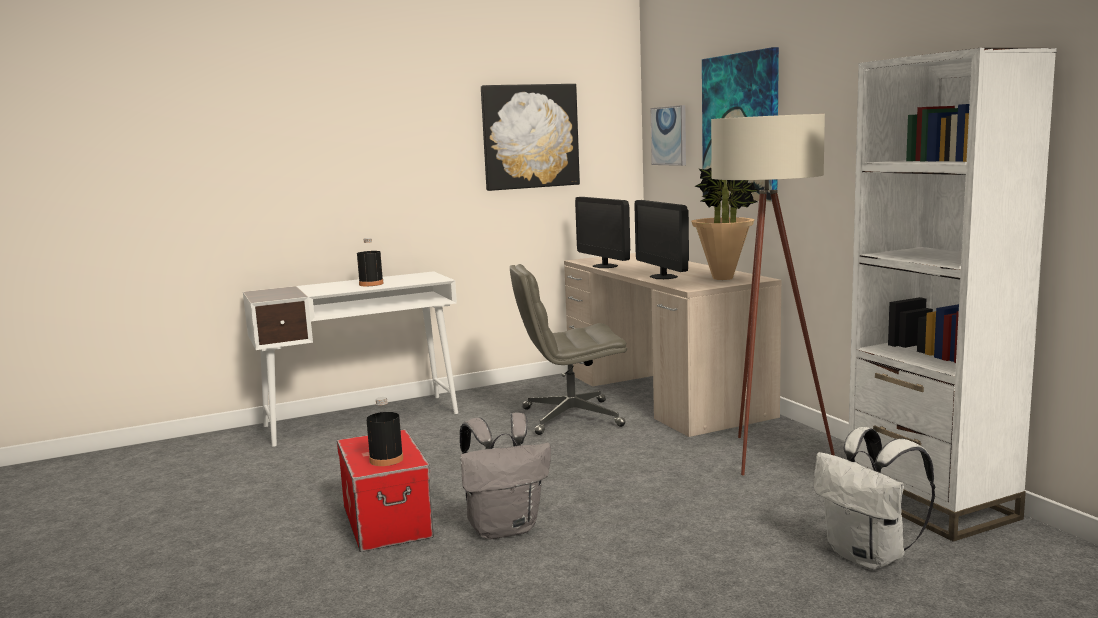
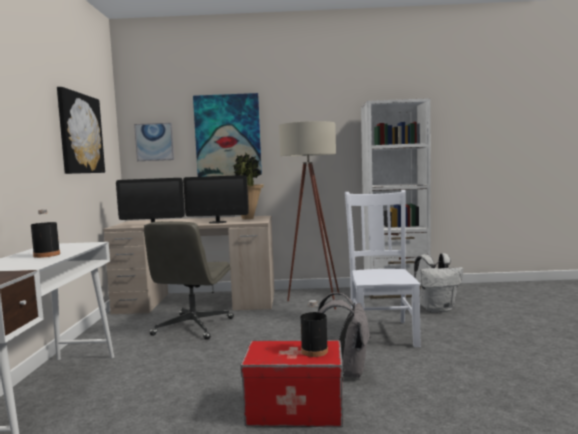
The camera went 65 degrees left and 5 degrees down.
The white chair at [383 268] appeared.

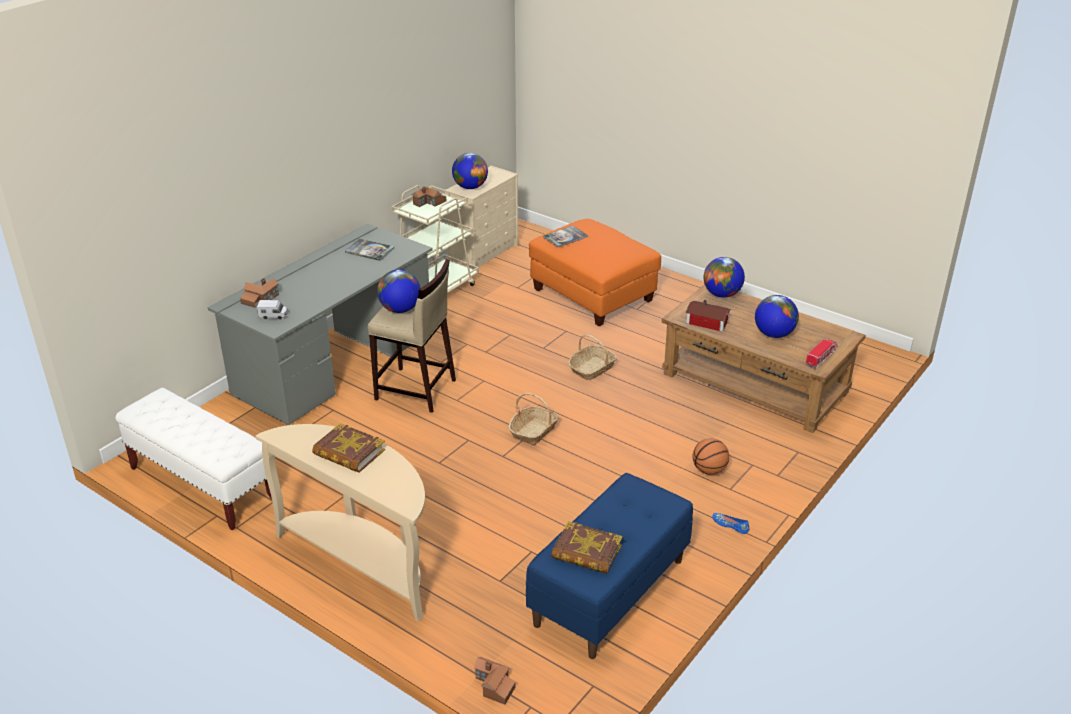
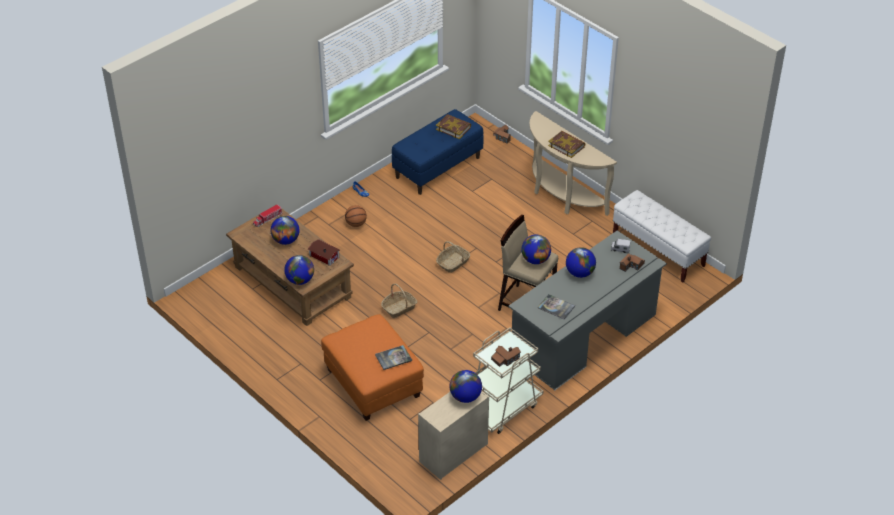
The camera went 170 degrees left and 10 degrees up.
The globe at [581 262] appeared.

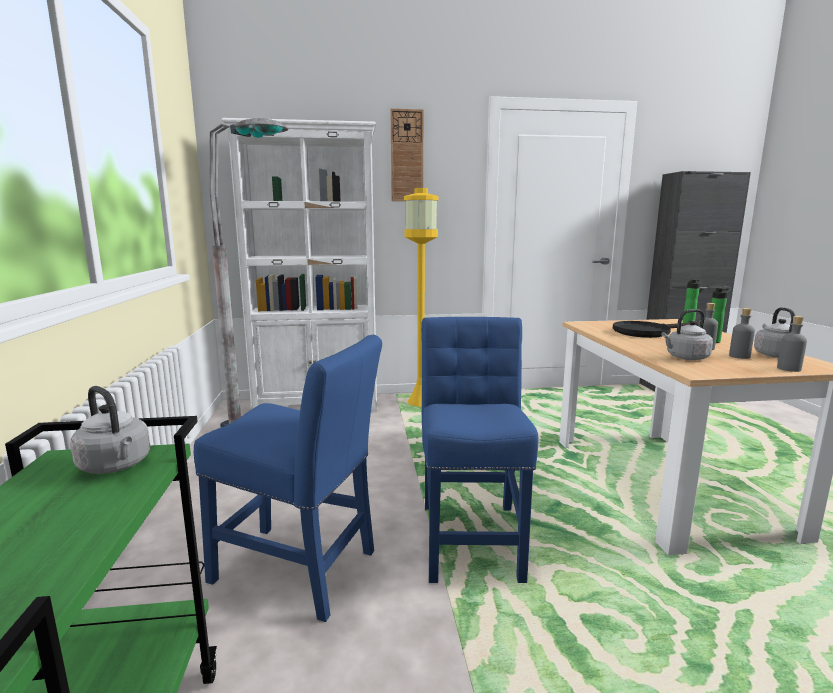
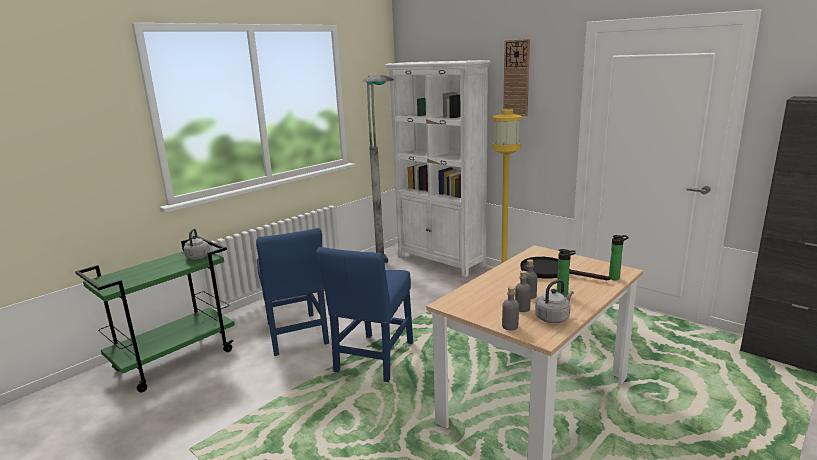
The camera went 50 degrees right and 5 degrees up.
The blue chair at [480 450] turned 150 degrees clockwise.
The grey kettle at [687 334] disappeared.

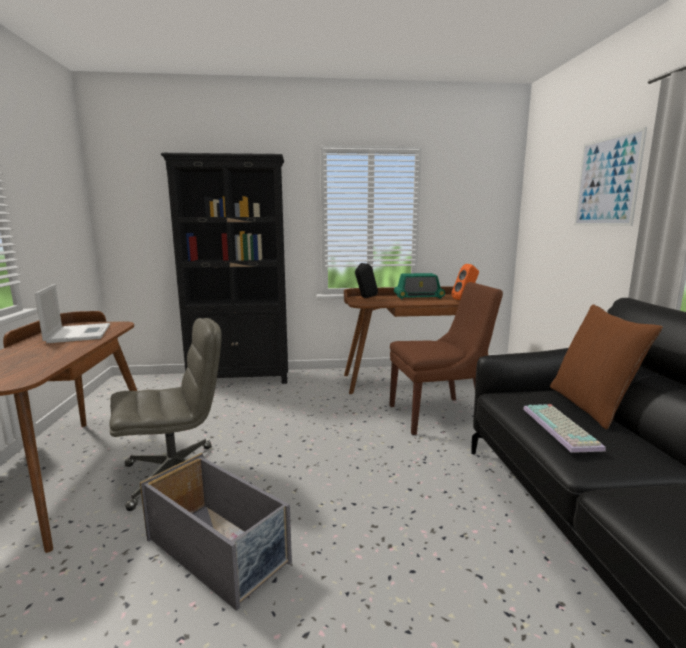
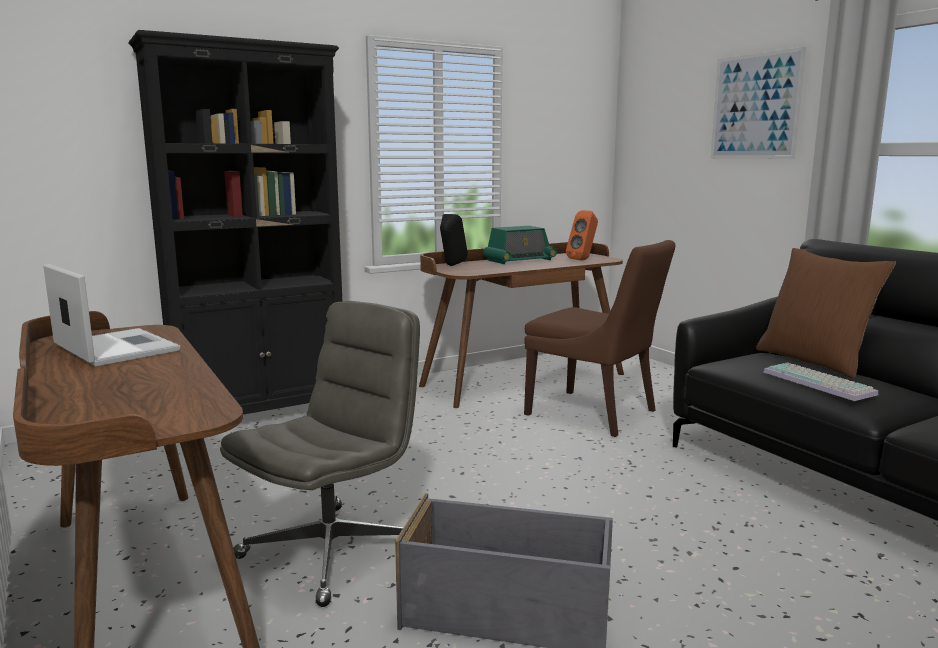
The camera went 25 degrees left and 0 degrees up.
The brown chair at [446 358] turned 75 degrees clockwise.

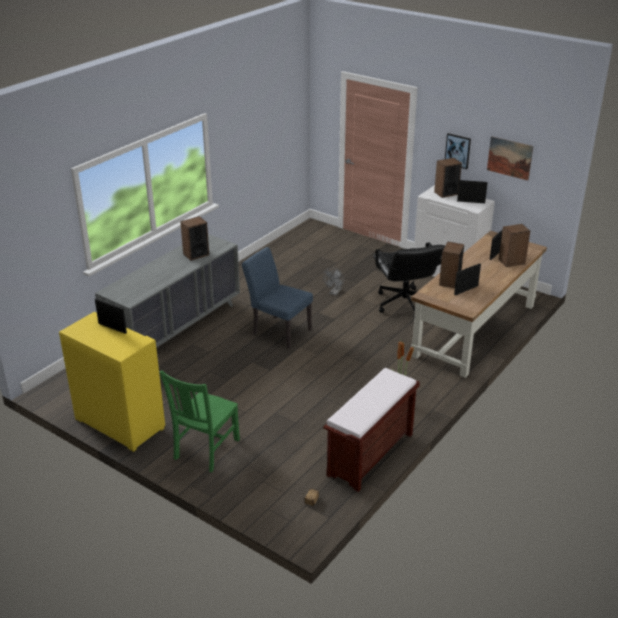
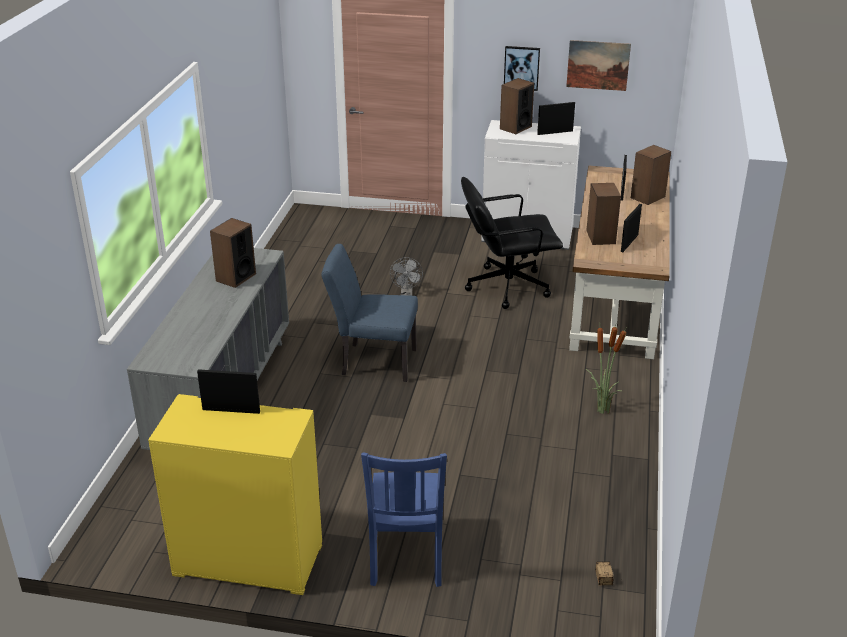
The camera went 25 degrees left and 0 degrees up.
The green chair at [199 421] became the blue chair at [404 519].
The black office chair at [409 280] turned 120 degrees clockwise.
The brown bench at [371 430] disappeared.

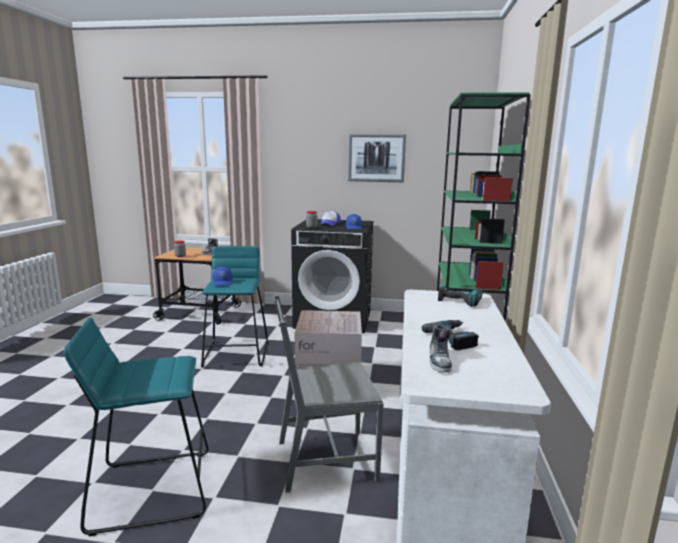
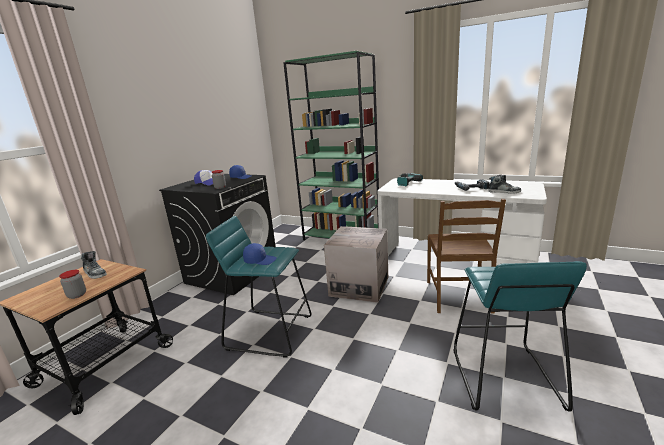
The camera went 70 degrees left and 5 degrees up.
The grey chair at [329 394] became the brown chair at [466 256].
The picture at [377 158] disappeared.

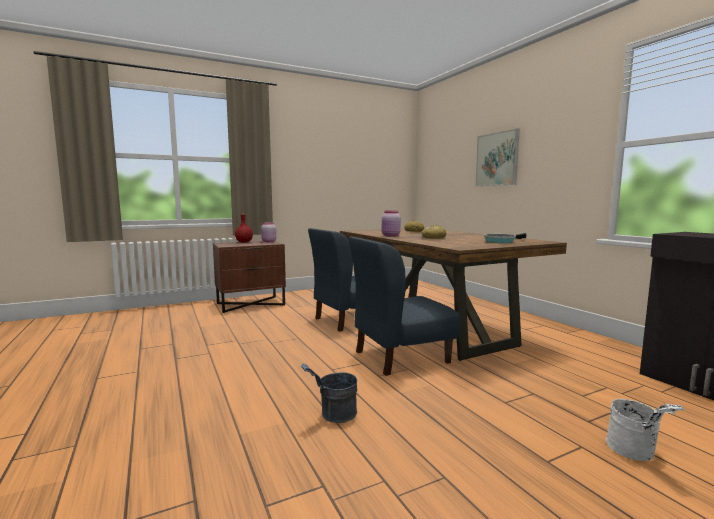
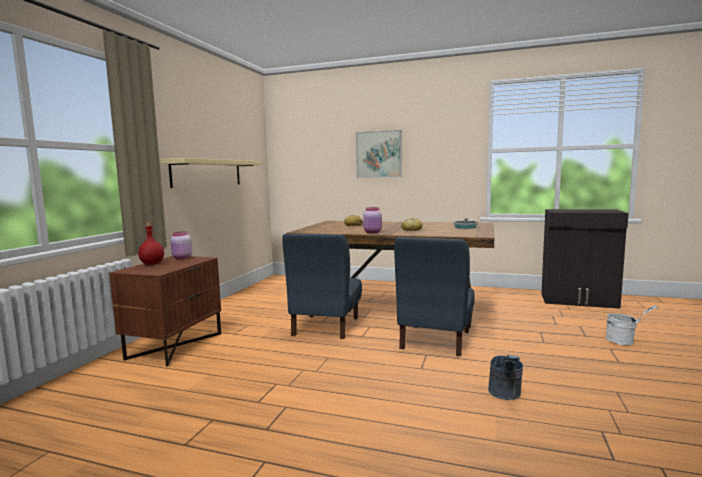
The camera went 45 degrees left and 0 degrees up.
The beige shelf at [211 173] appeared.

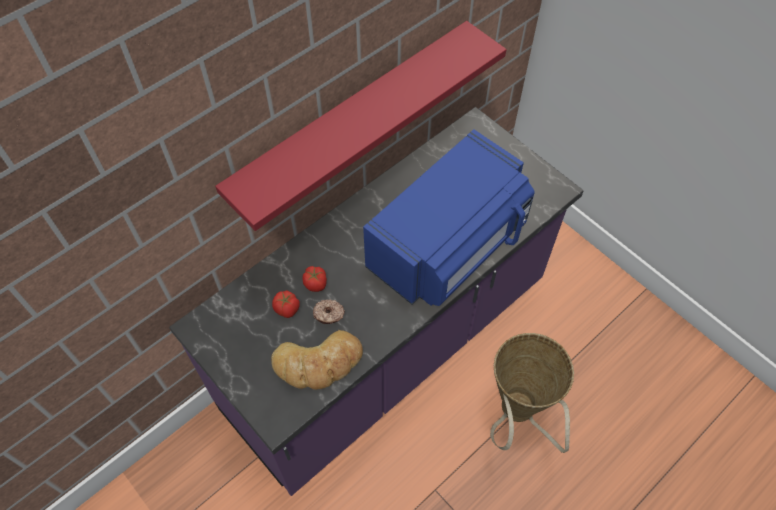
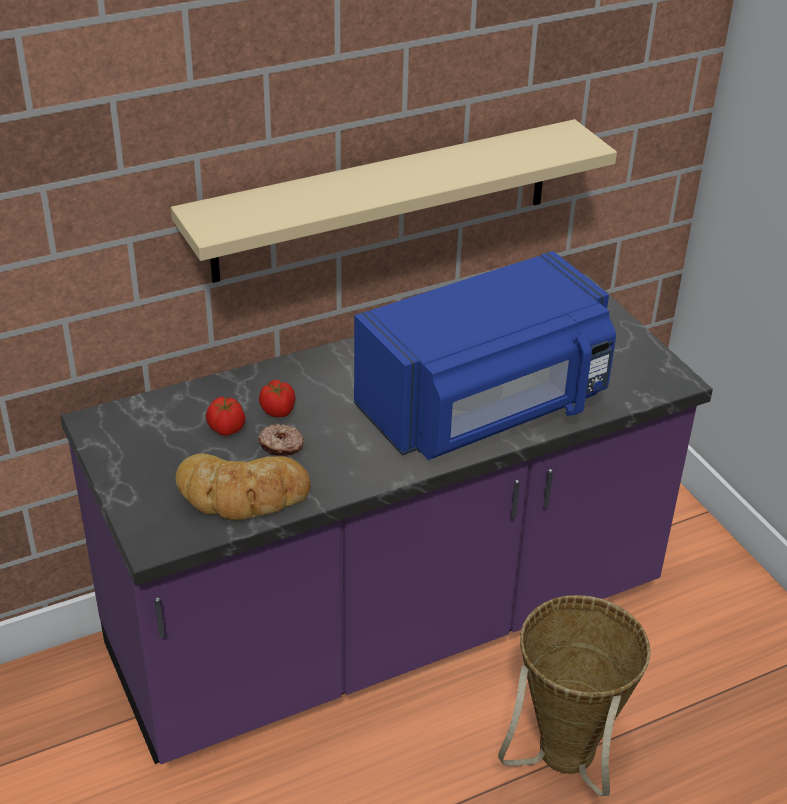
The camera went 15 degrees right and 20 degrees down.
The red shelf at [361 126] became the beige shelf at [394 201].

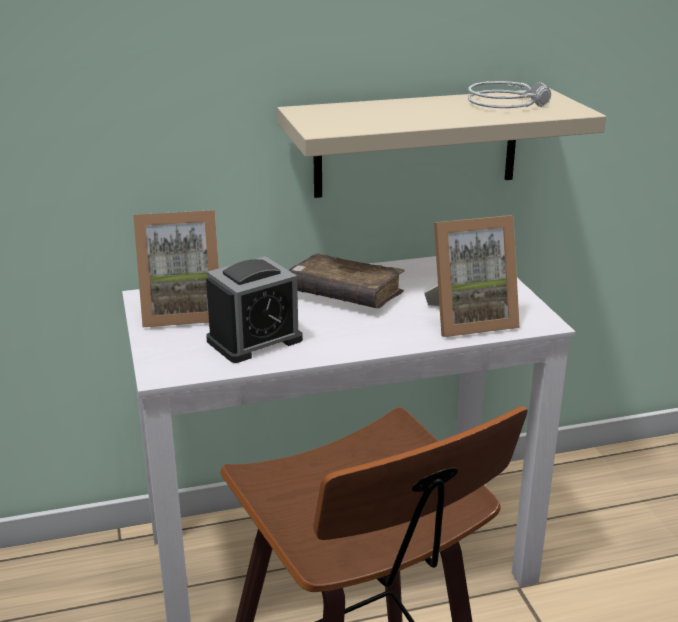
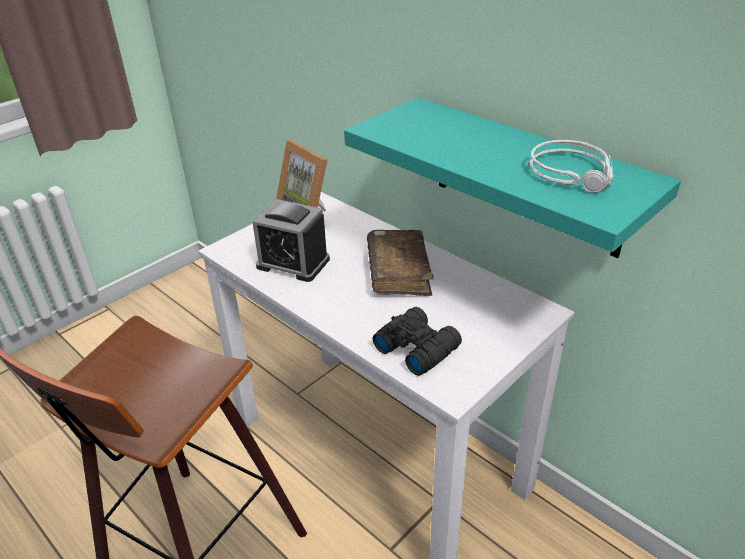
The camera went 60 degrees right and 10 degrees up.
The beige shelf at [441 143] became the turquoise shelf at [512 178].
The picture frame at [472 276] was replaced by the black binoculars at [417 341].

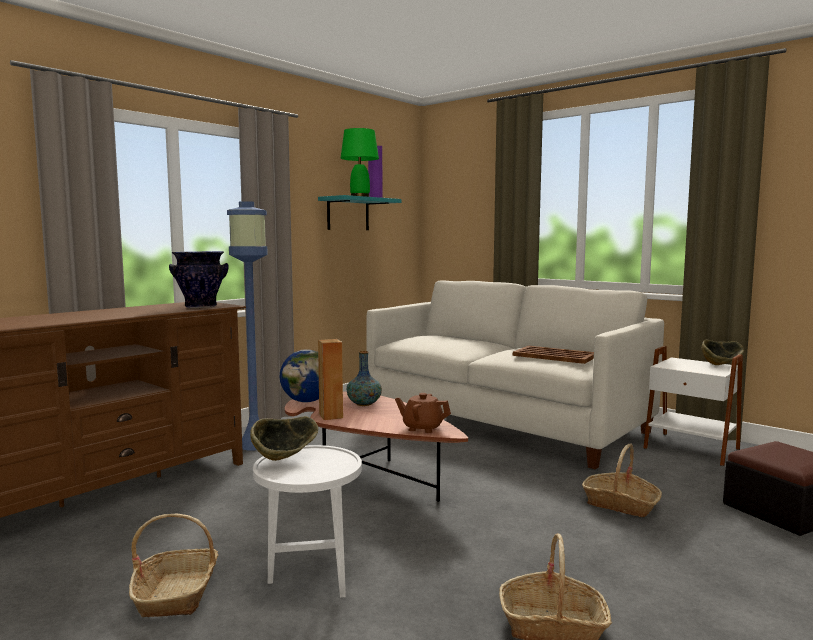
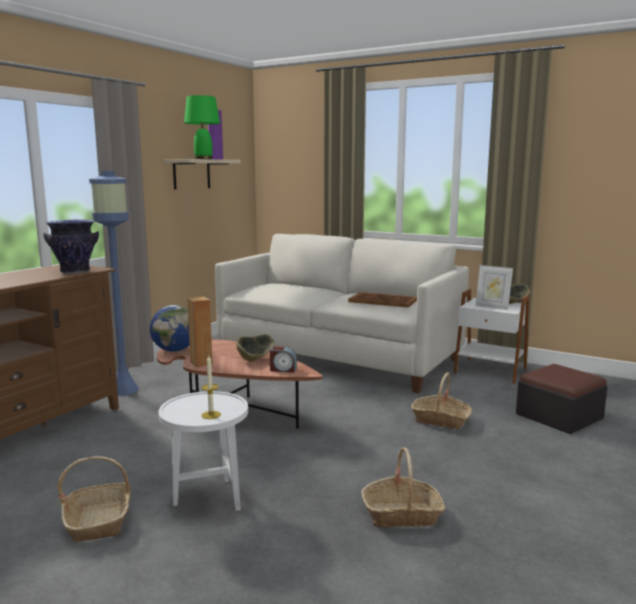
The camera went 10 degrees left and 5 degrees up.
The turquoise shelf at [359 212] became the beige shelf at [203 174].
The candle at [211 387] appeared.
The bowl moved from [284 438] to [256 347].
The brown teapot at [423 413] was replaced by the alarm clock at [283 359].
The picture frame at [494 287] appeared.
The vase at [364 378] disappeared.

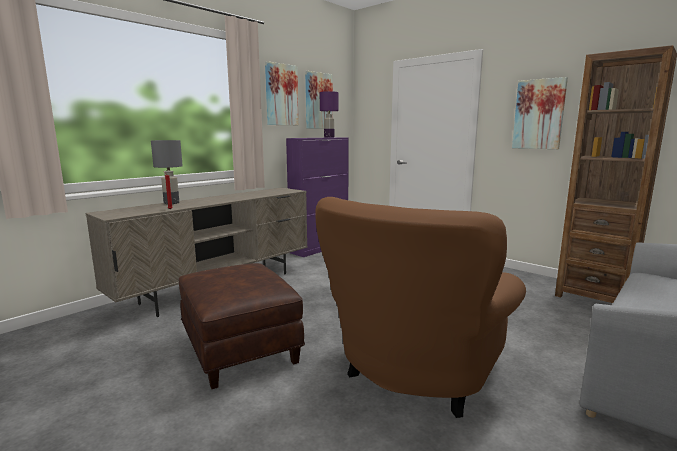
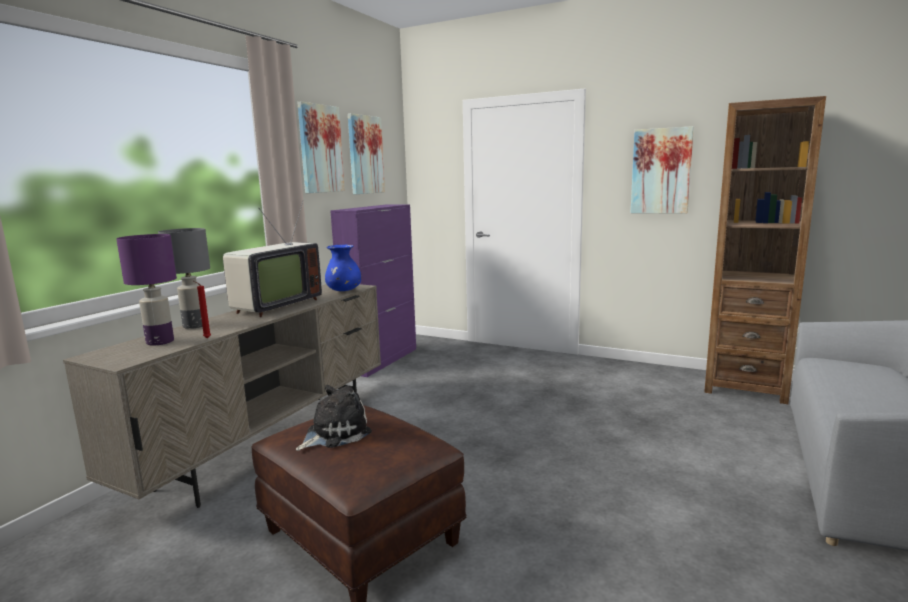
The camera went 15 degrees left and 0 degrees up.
The purple table lamp moved from [329 114] to [146 290].
The television at [272 259] appeared.
The plush toy at [334 418] appeared.
The blue vase at [343 268] appeared.
The brown armchair at [420 307] disappeared.

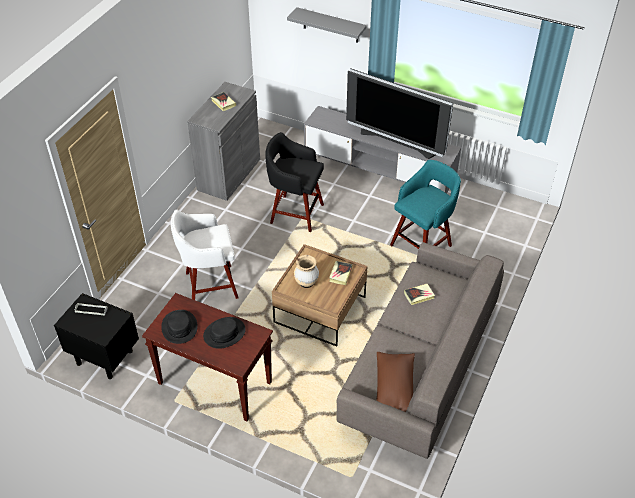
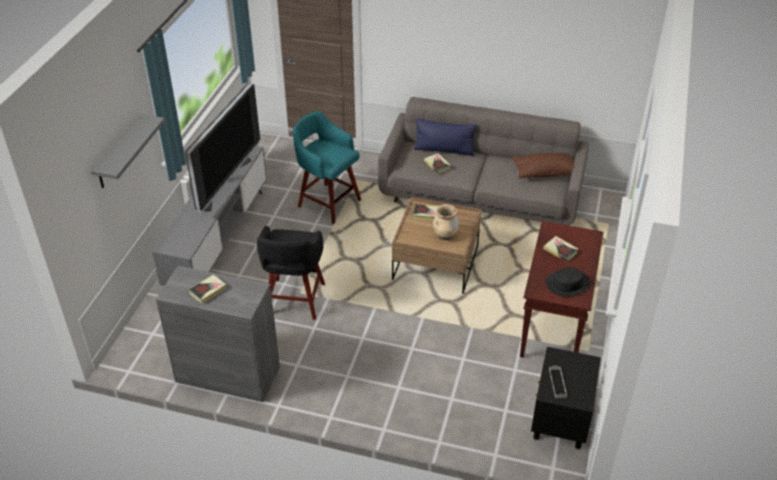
The camera went 100 degrees left and 5 degrees down.
The blue pillow at [445 137] appeared.
The black hat at [224 333] was replaced by the book at [560 249].
The white stool at [204 254] disappeared.

